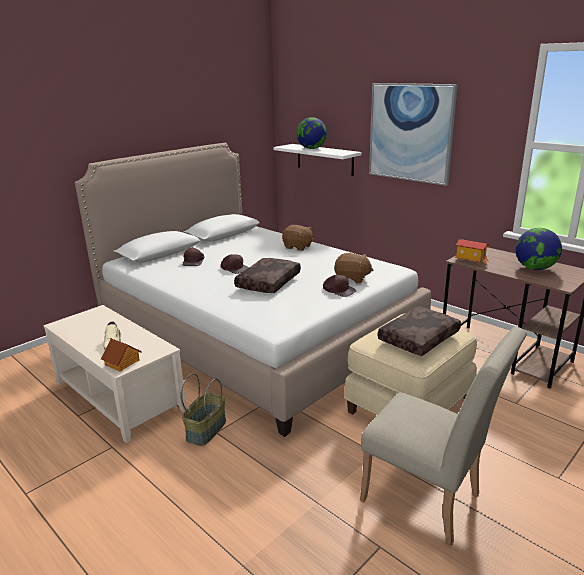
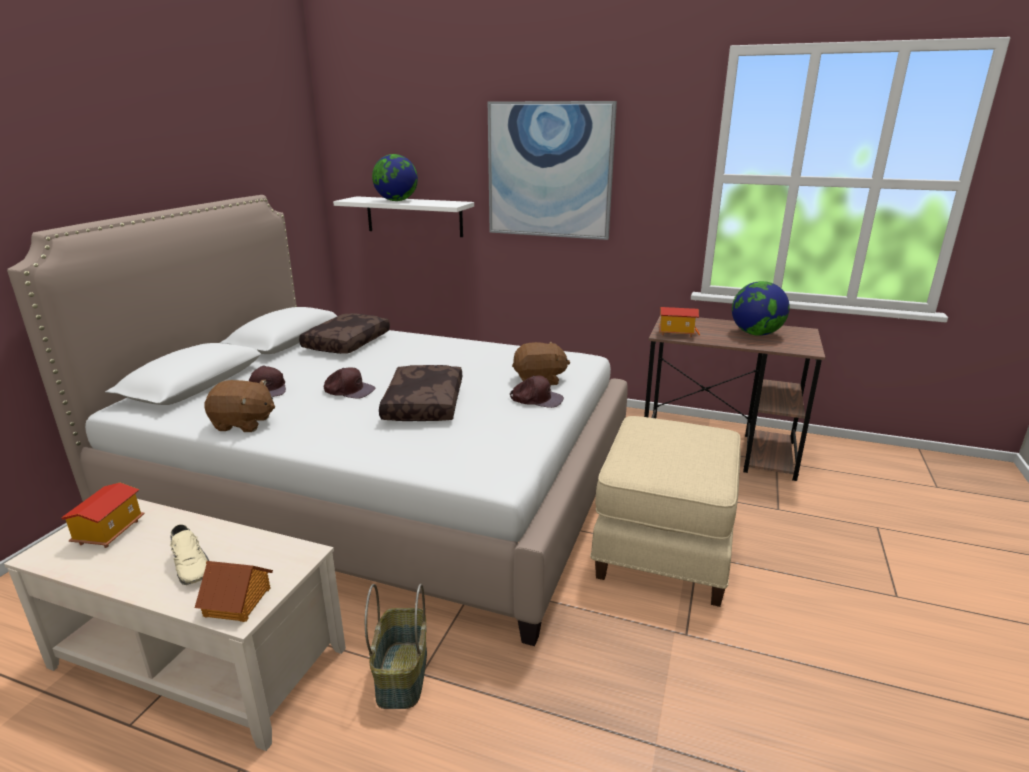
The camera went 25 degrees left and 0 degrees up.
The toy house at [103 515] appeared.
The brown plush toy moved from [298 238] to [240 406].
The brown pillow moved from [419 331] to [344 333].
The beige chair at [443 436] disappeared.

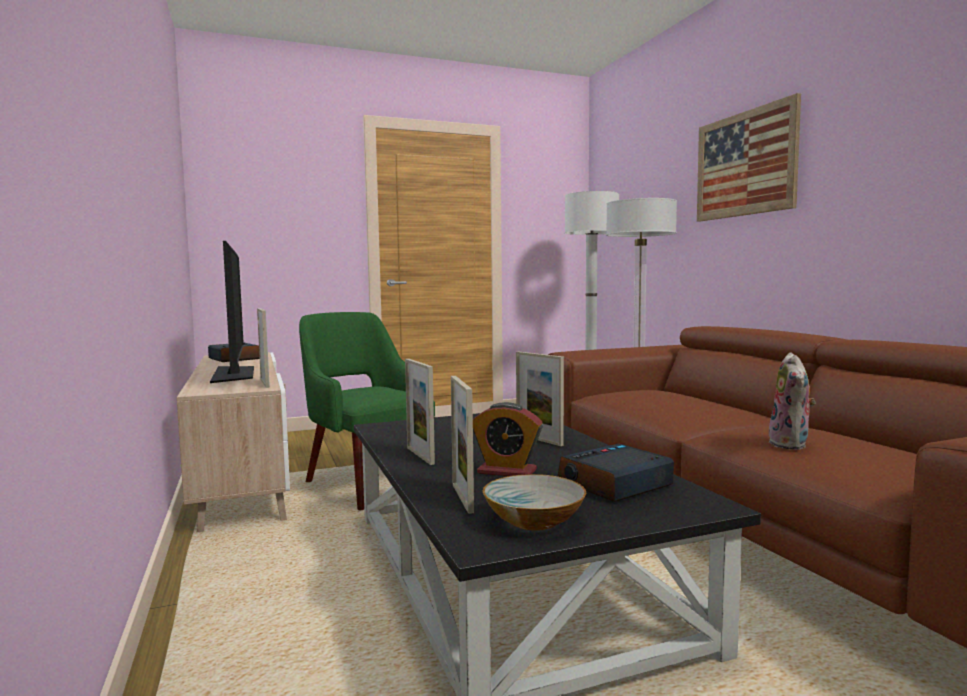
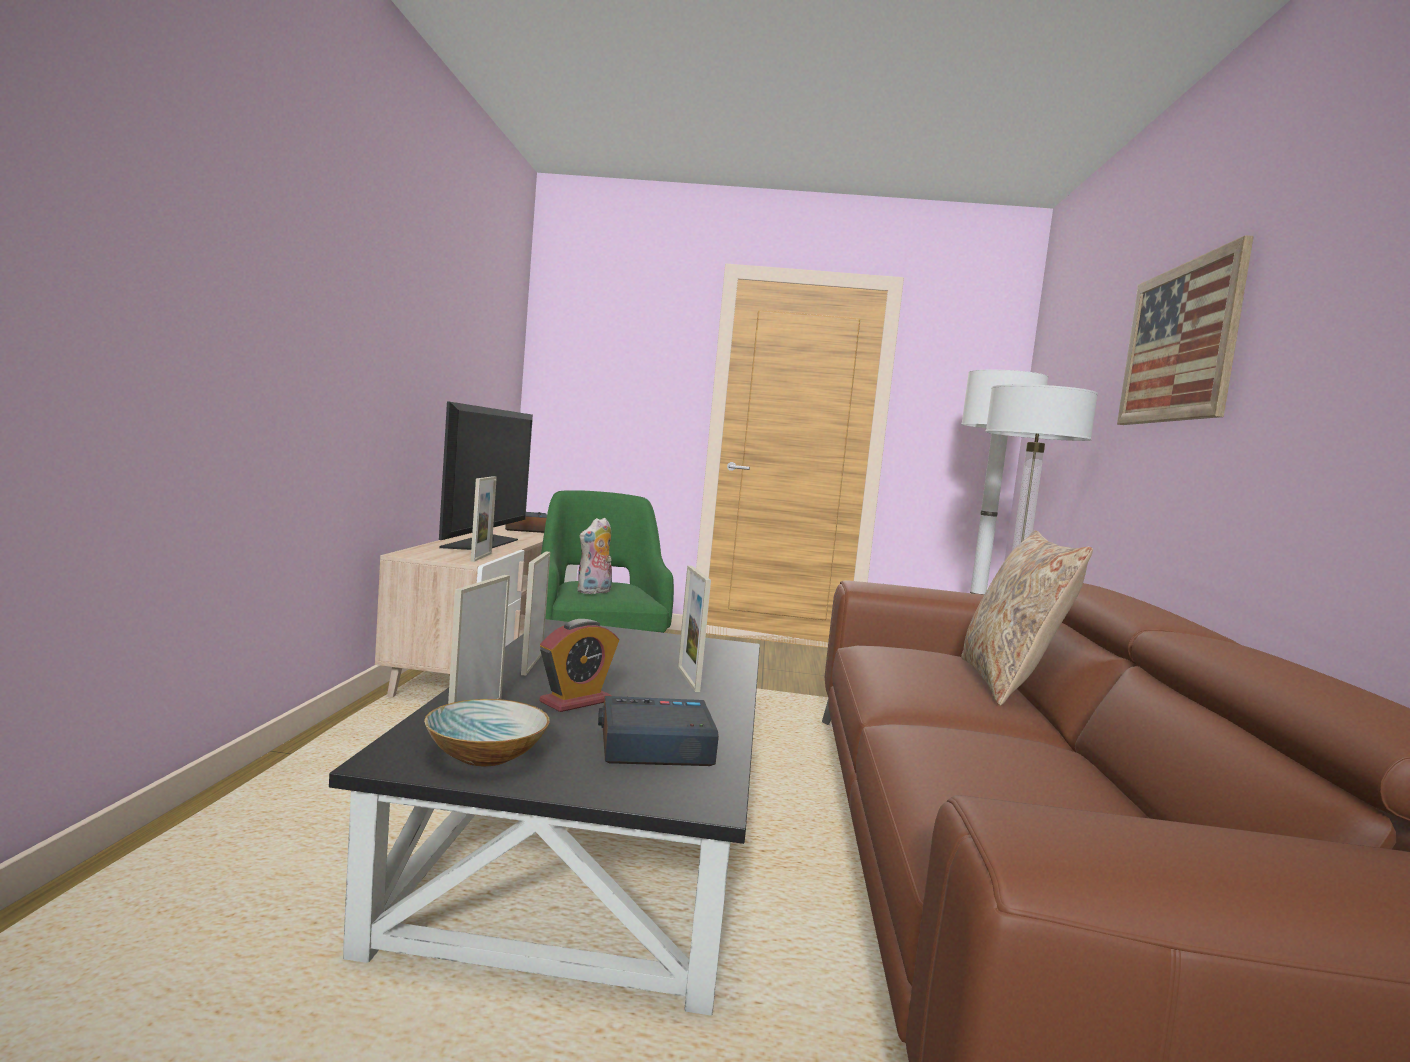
The camera went 25 degrees right and 0 degrees up.
The alarm clock at [508 439] turned 90 degrees counterclockwise.
The plush toy moved from [792 401] to [594 556].
The beige pillow at [1027 618] appeared.

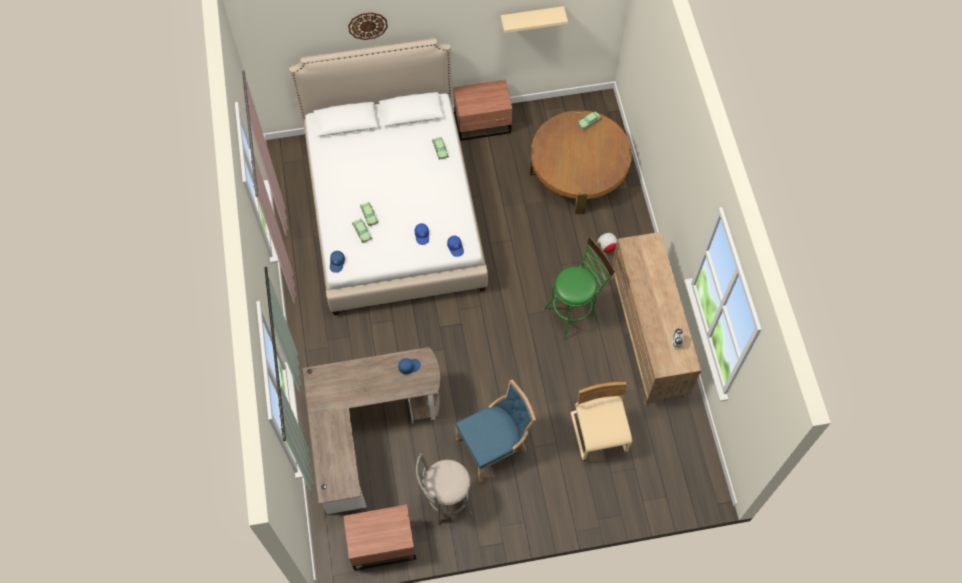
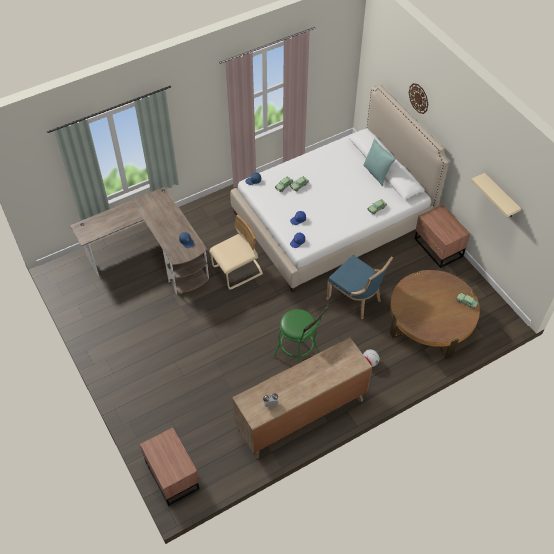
The camera went 70 degrees right and 10 degrees down.
The brown nightstand moved from [379 538] to [169 466].
The beige chair moved from [601 421] to [236 252].
The blue chair moved from [495 431] to [359 287].
The turquoise pillow at [379 162] appeared.
The grey stool at [444 489] disappeared.

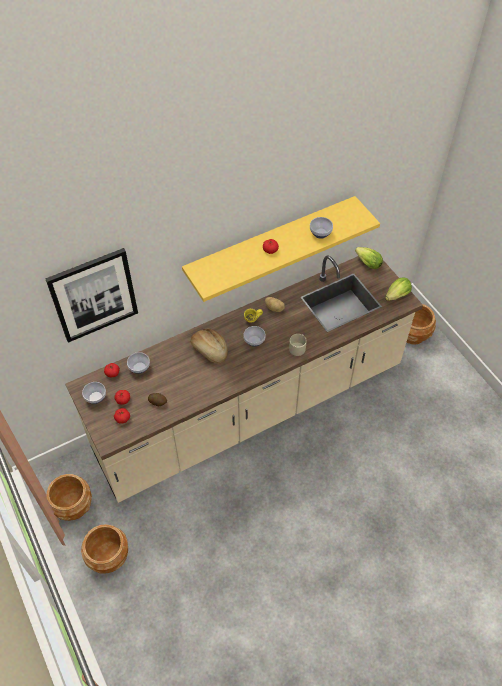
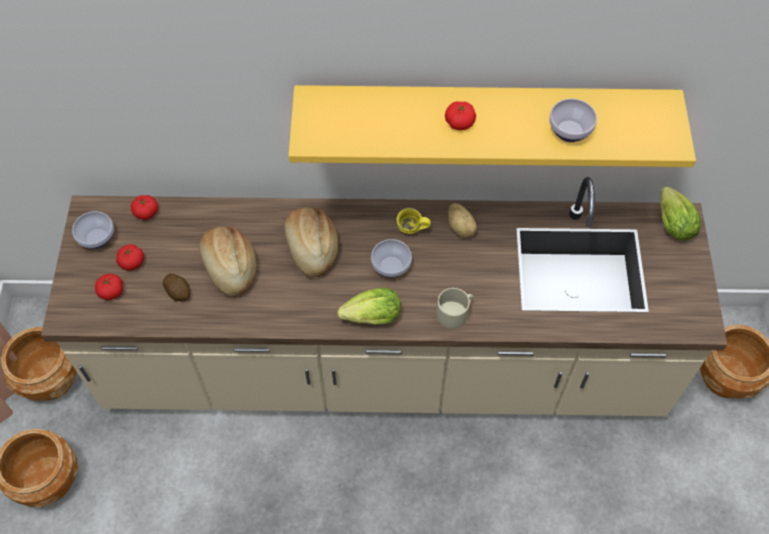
The camera went 30 degrees right and 5 degrees up.
The bread at [227 261] appeared.
The lettuce moved from [398 289] to [369 306].
The picture at [91 295] disappeared.
The bowl at [138 363] disappeared.

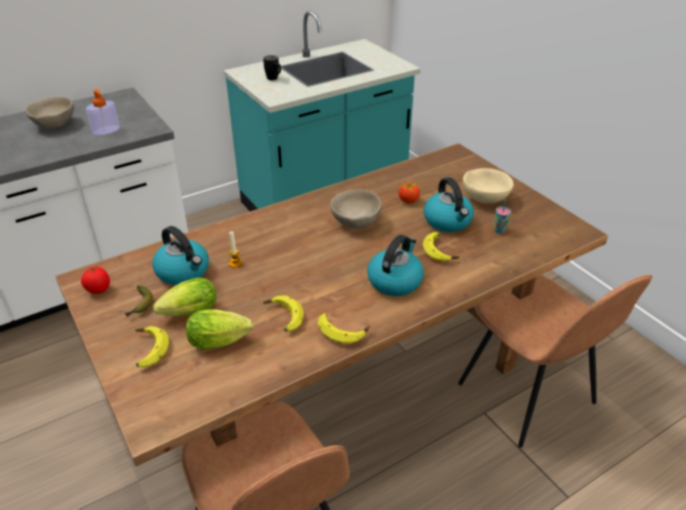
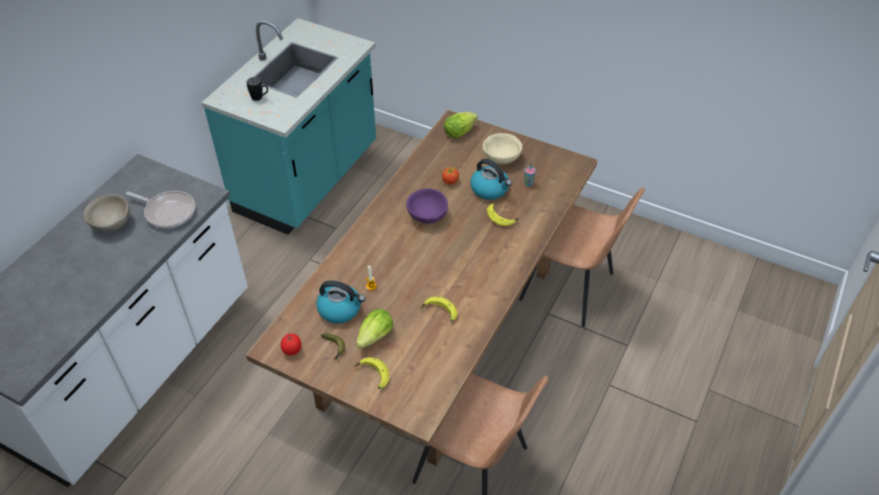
The camera went 30 degrees left and 10 degrees up.
The soap dispenser at [103 112] was replaced by the frying pan at [160 209].
The beige bowl at [356 209] became the purple bowl at [427 206].
The lettuce moved from [219 329] to [461 125].
The banana at [343 328] disappeared.
The kettle at [395 265] disappeared.

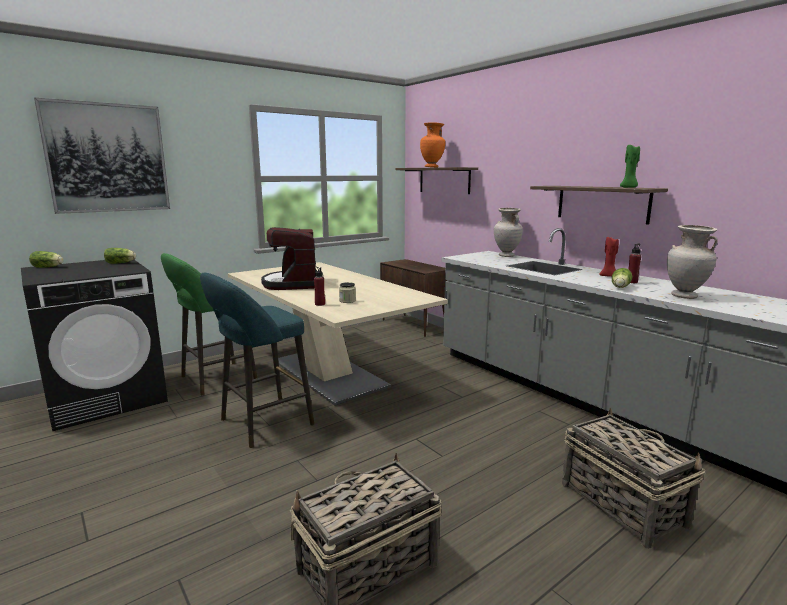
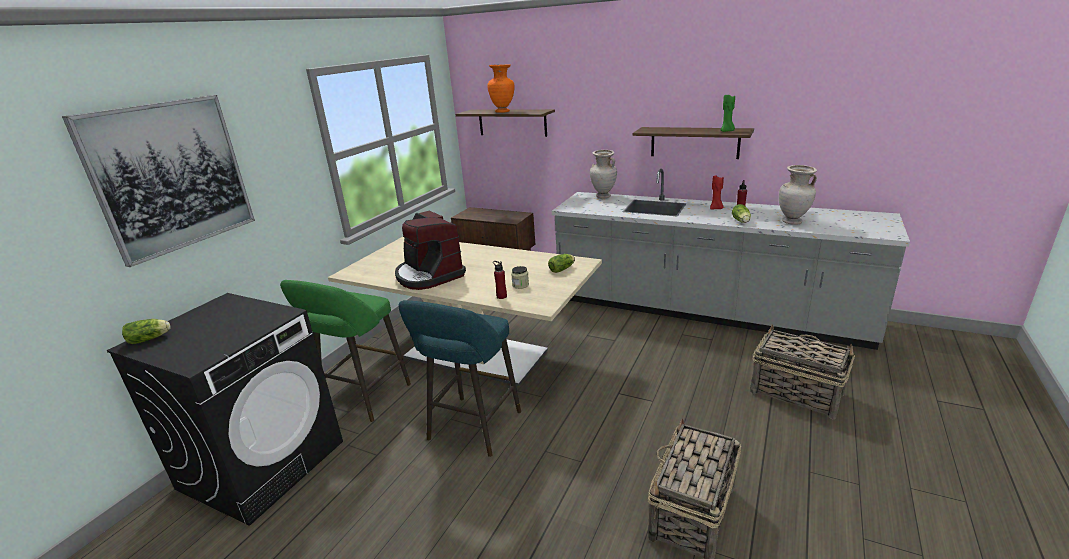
The camera went 25 degrees left and 10 degrees up.
The lettuce moved from [120 256] to [561 263].

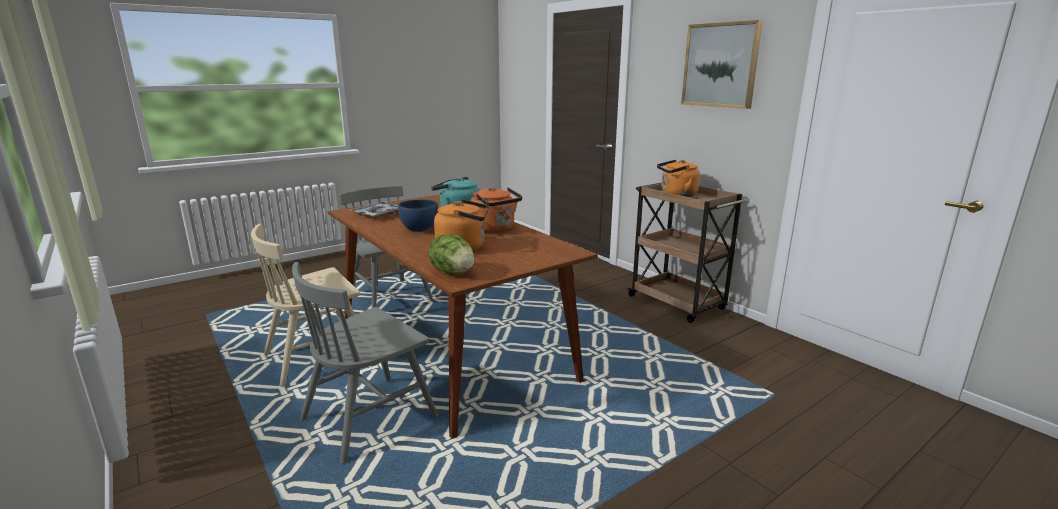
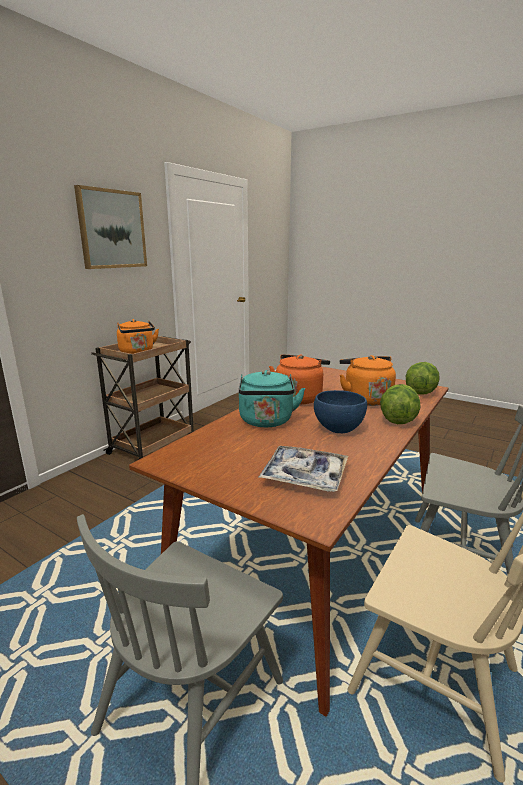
The camera went 110 degrees left and 0 degrees up.
The lettuce at [400 404] appeared.

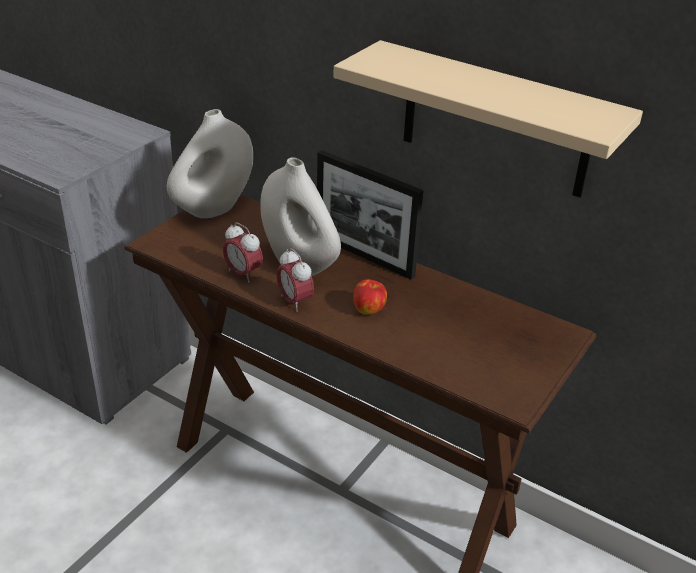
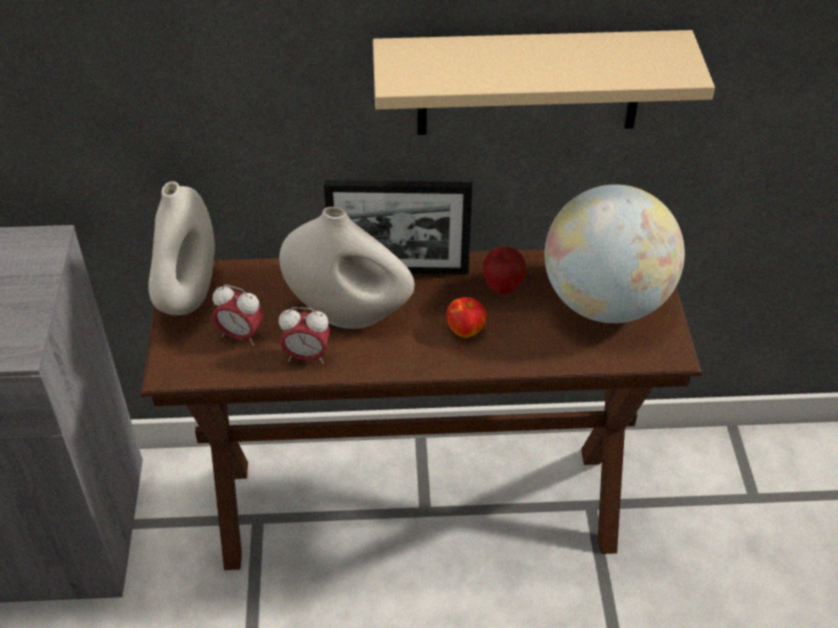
The camera went 35 degrees left and 10 degrees up.
The alarm clock moved from [295 280] to [238 315].
The apple at [504 270] appeared.
The globe at [615 253] appeared.

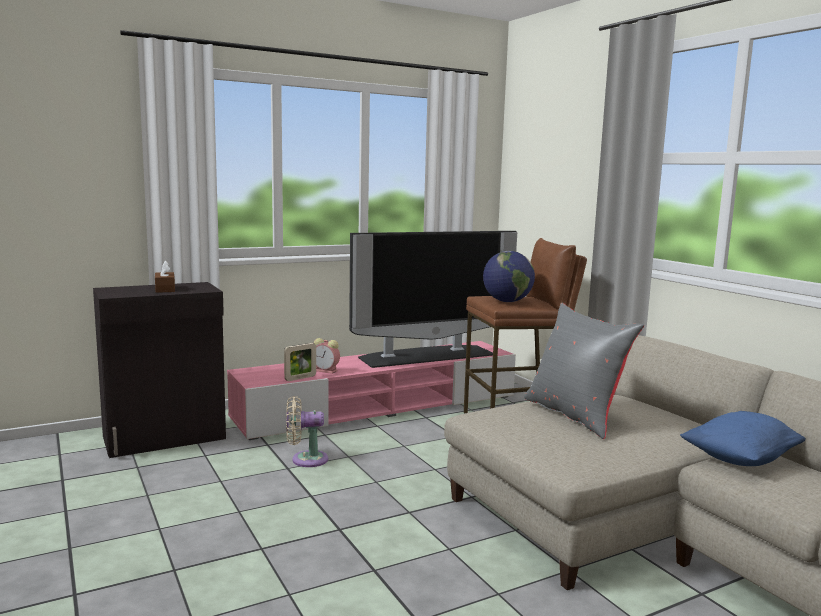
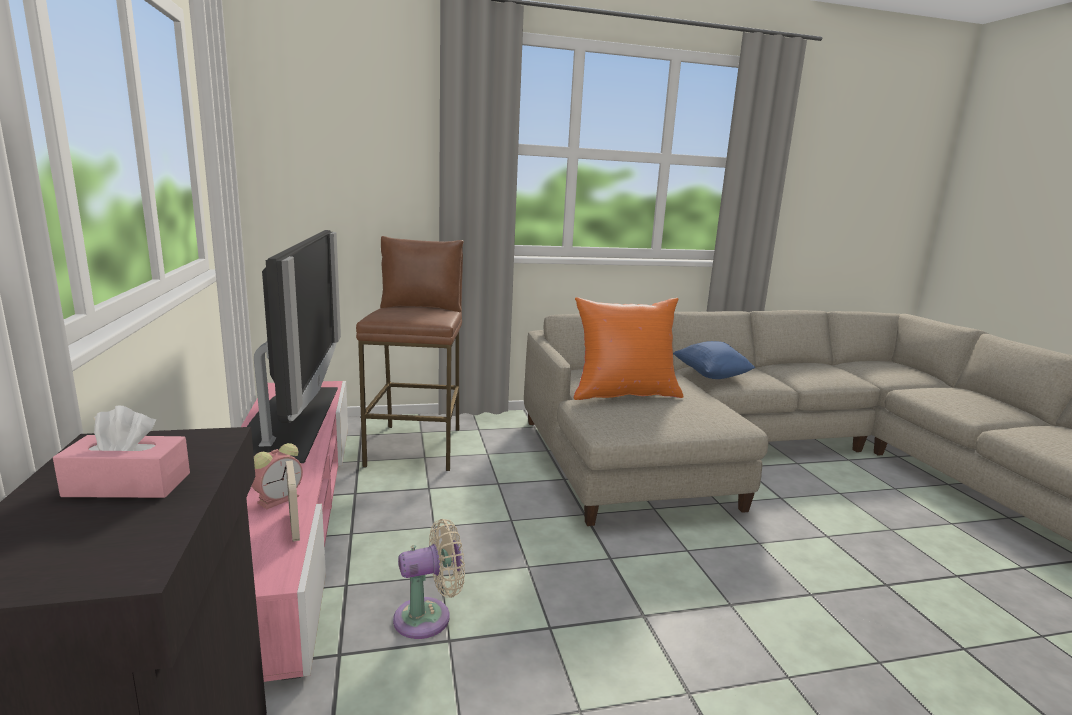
The camera went 75 degrees left and 5 degrees up.
The brown tissue box at [165 276] became the pink tissue box at [121 451].
The beige fan at [307 431] turned 120 degrees counterclockwise.
The grey pillow at [584 371] became the orange pillow at [629 348].
The globe at [509 276] disappeared.

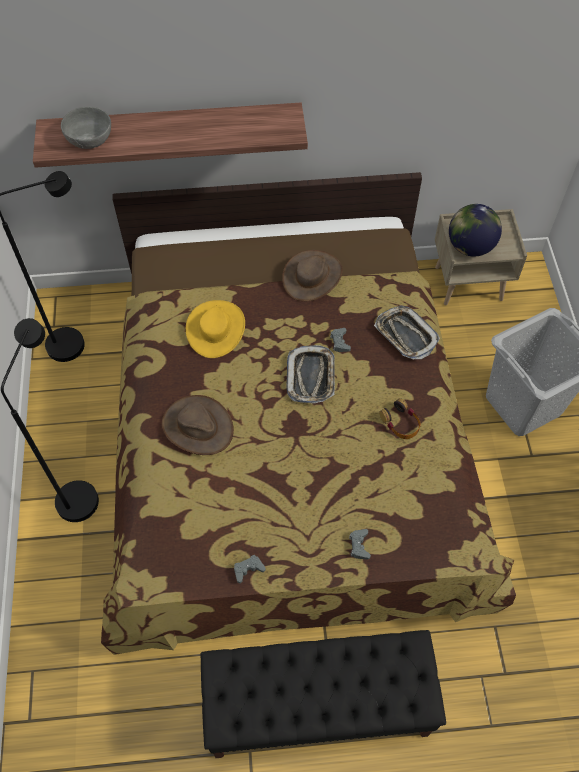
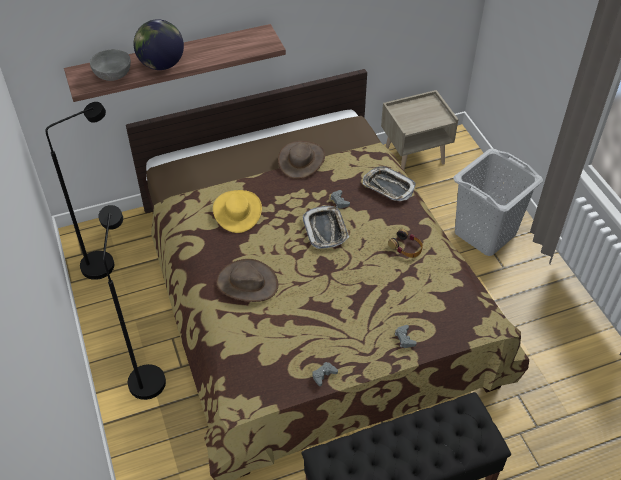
The camera went 15 degrees left and 10 degrees down.
The globe moved from [475 230] to [159 44].

